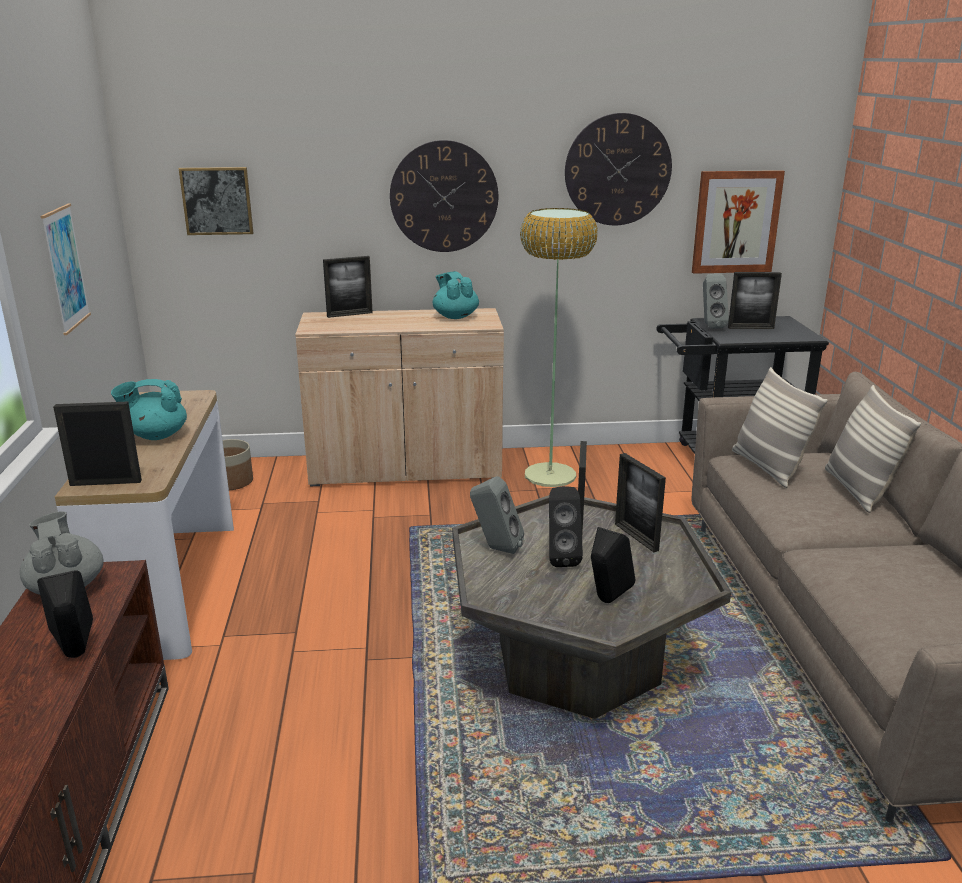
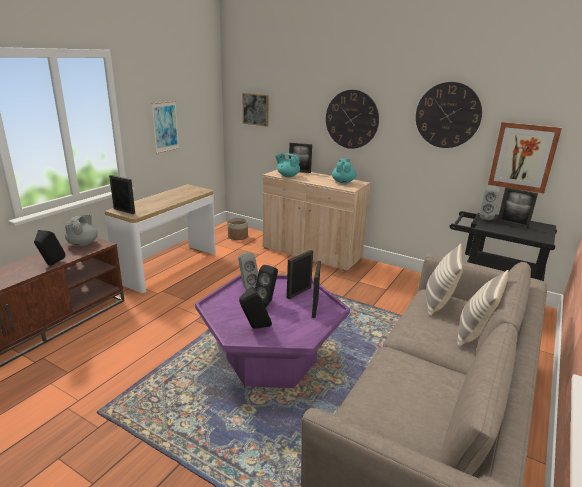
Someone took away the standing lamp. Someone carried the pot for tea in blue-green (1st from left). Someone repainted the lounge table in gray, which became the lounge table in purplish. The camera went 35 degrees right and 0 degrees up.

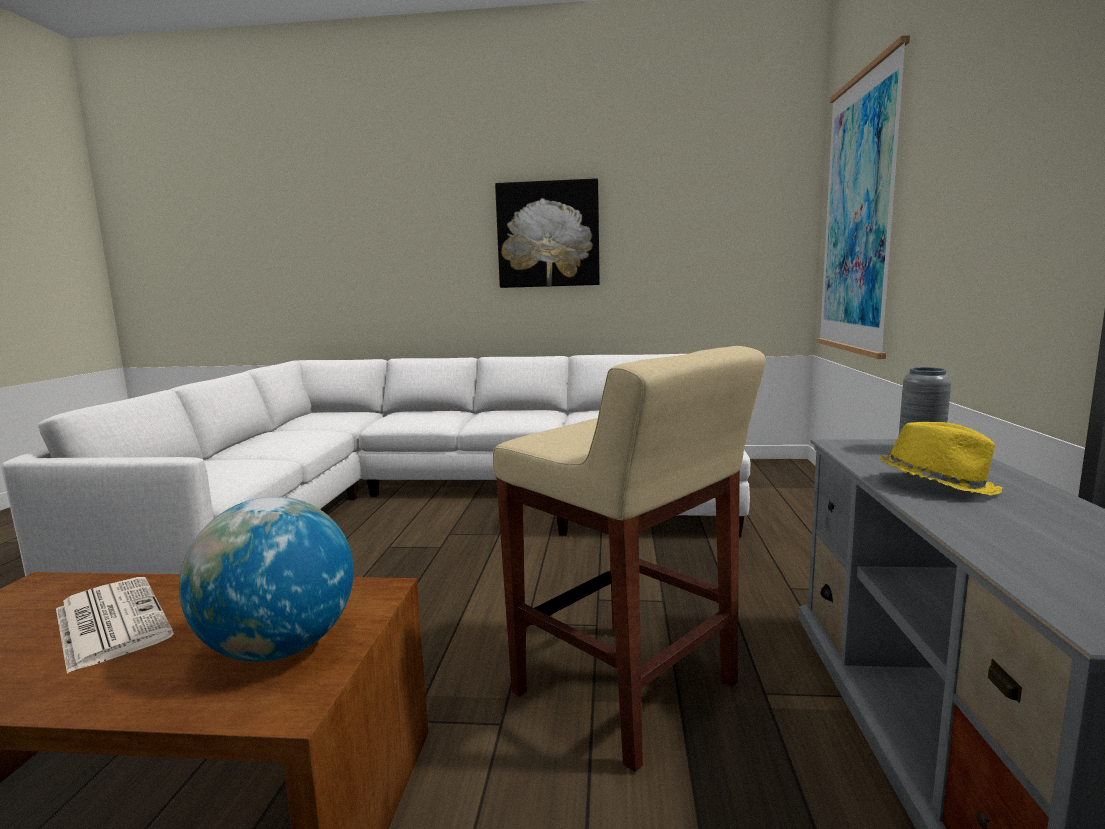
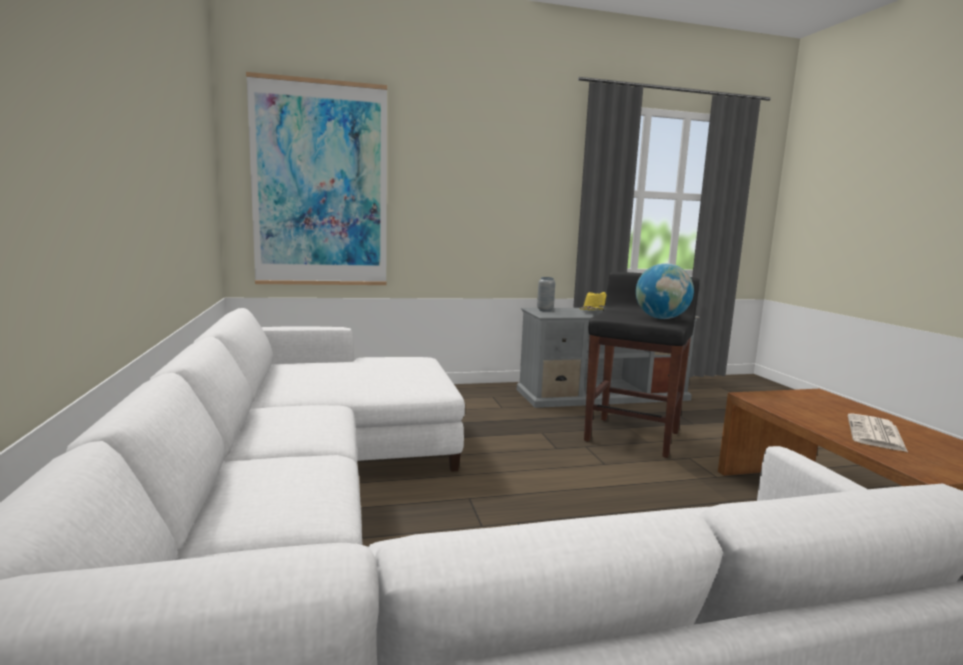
Someone took away the wall art (1st from left). Someone repainted the sitting stool in beige, which became the sitting stool in black-coloured. Someone carried the world globe. The camera went 110 degrees left and 0 degrees up.

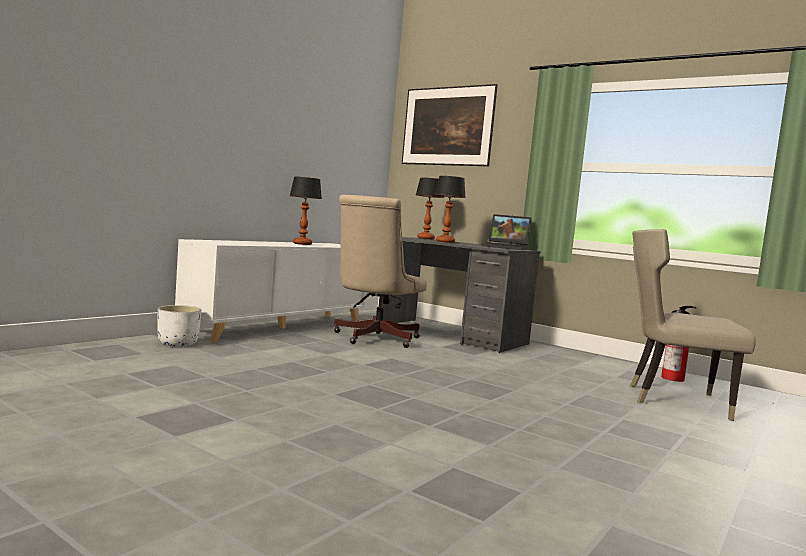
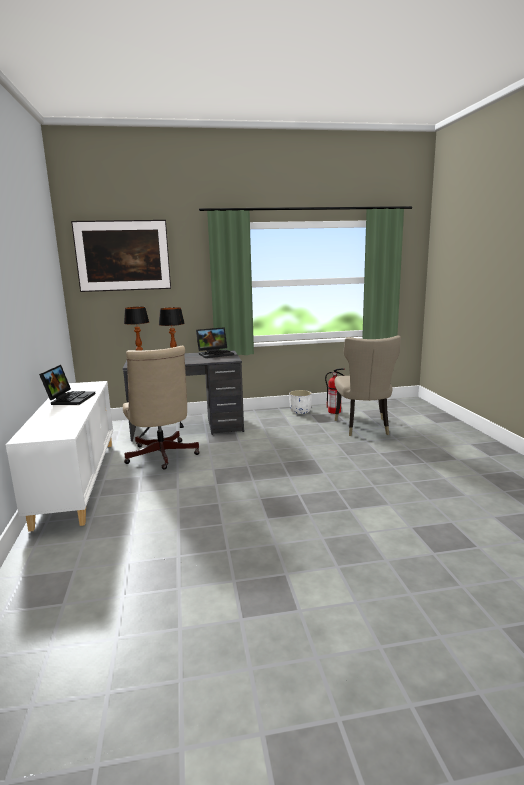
Someone swapped the lamp for a table (1st from left) for the notebook computer (1st from left). Someone rotated the chair in beige by 60 degrees counterclockwise. Someone carried the flower pot in white-coloured. The camera went 45 degrees left and 10 degrees up.

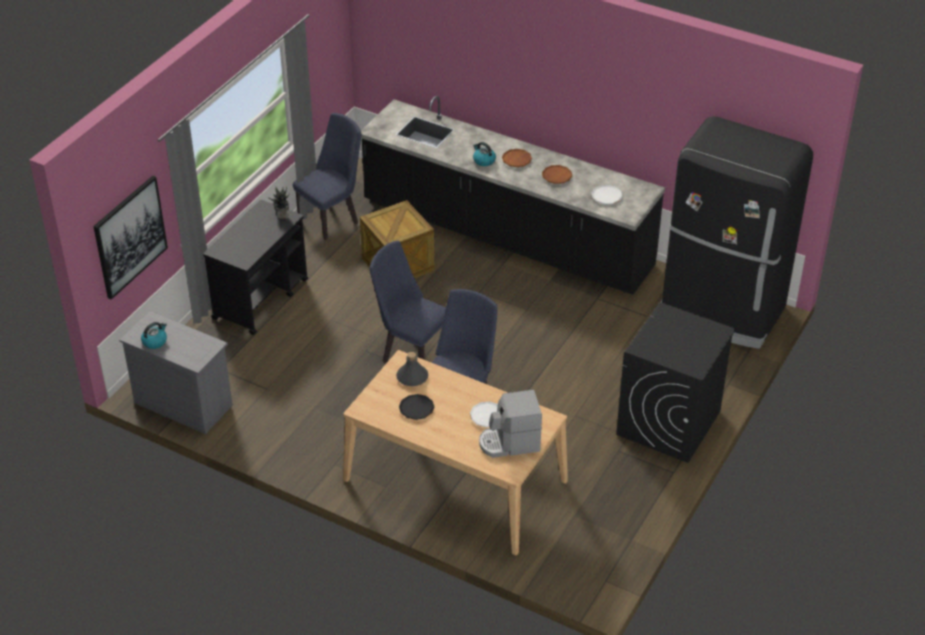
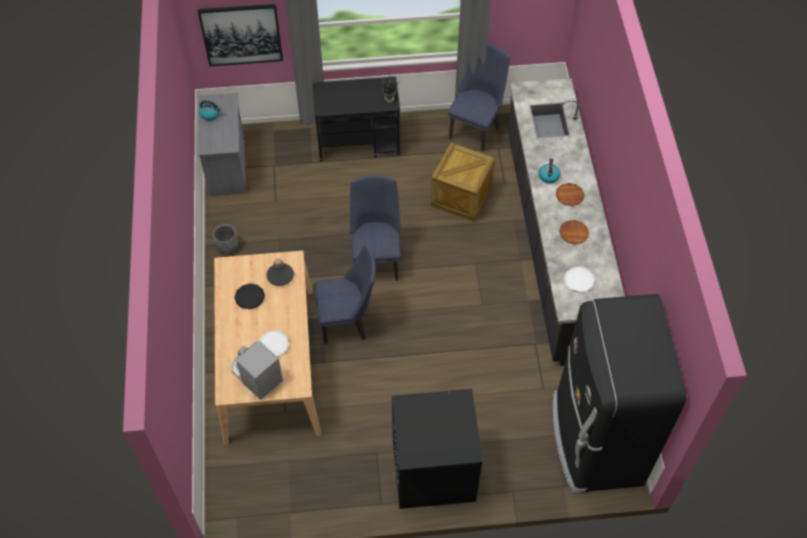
Someone rotated the chair in blue-coloured (1st from left in the first image) by 75 degrees counterclockwise. Someone put down the flower pot in gray. The camera went 55 degrees right and 15 degrees up.

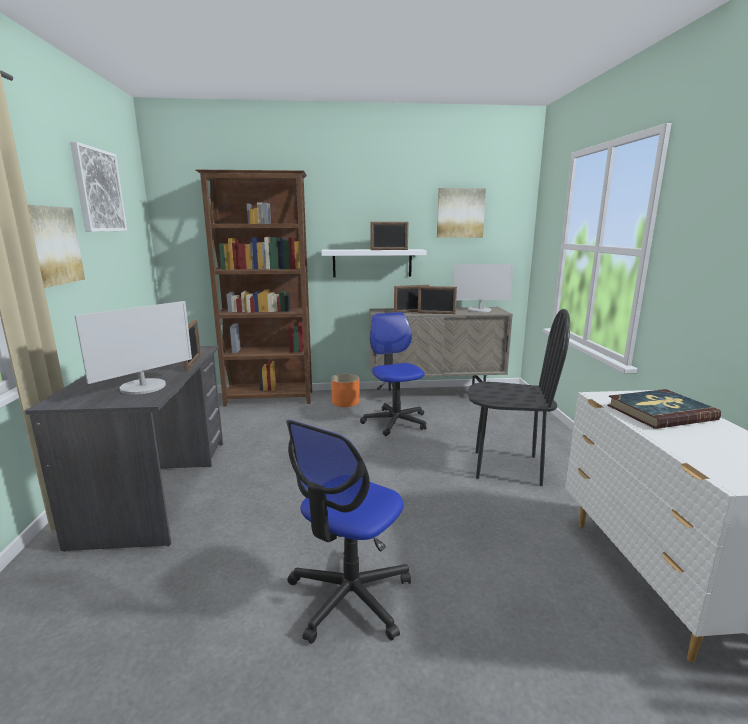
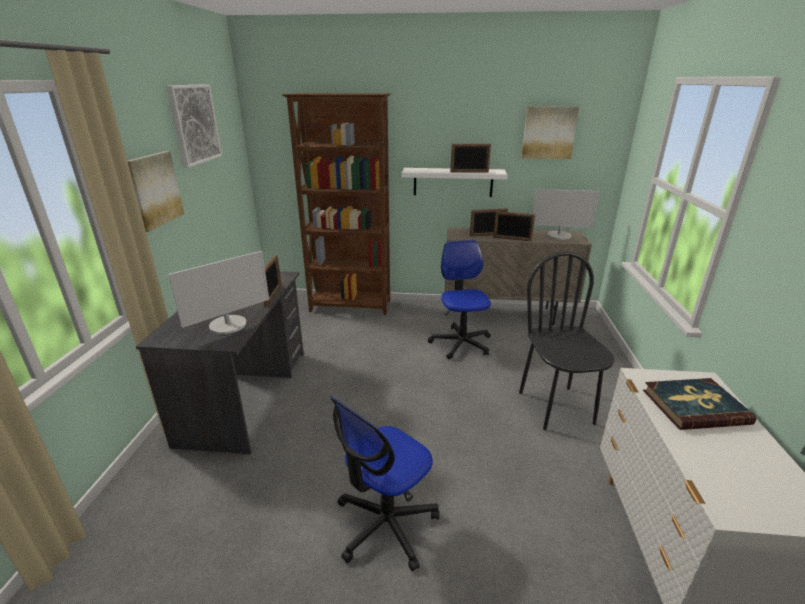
Someone rotated the chair in black-coloured by 120 degrees counterclockwise. Someone took away the flower pot in orange-coloured. The camera went 10 degrees right and 10 degrees up.

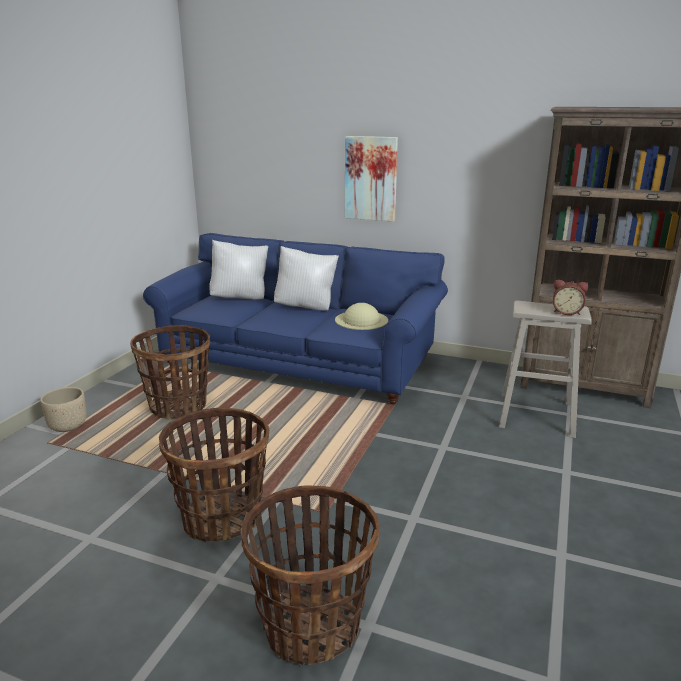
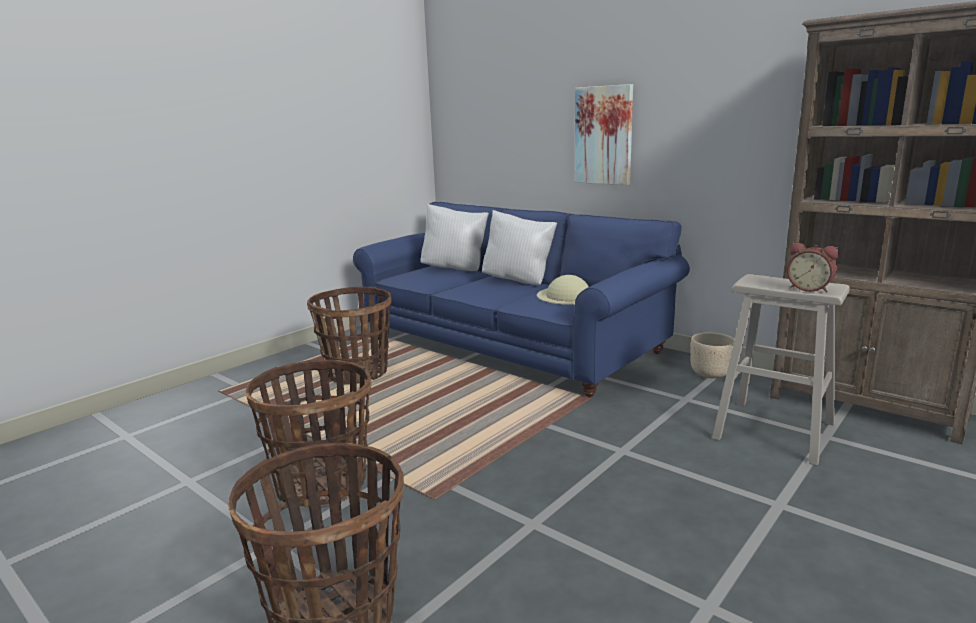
Someone carried the flower pot in beige. The camera went 20 degrees right and 5 degrees down.

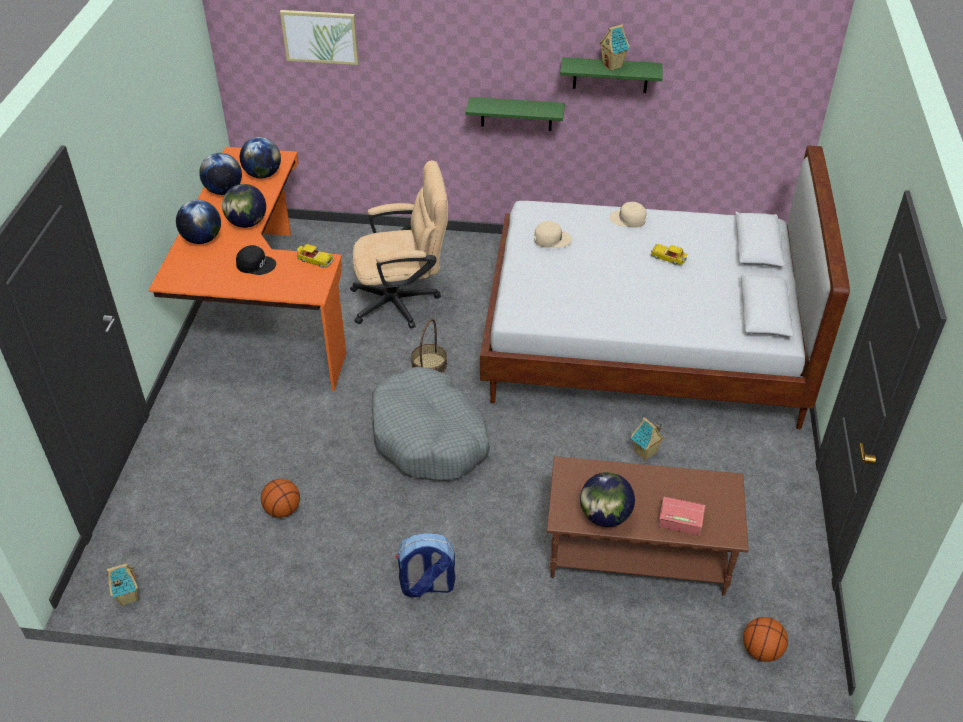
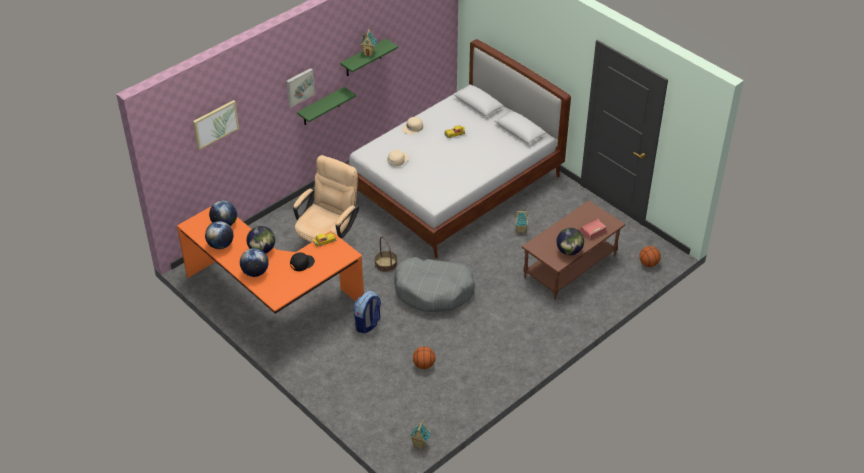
Someone carried the knapsack. Someone put up the wall art (2nd from left). The camera went 50 degrees left and 0 degrees up.

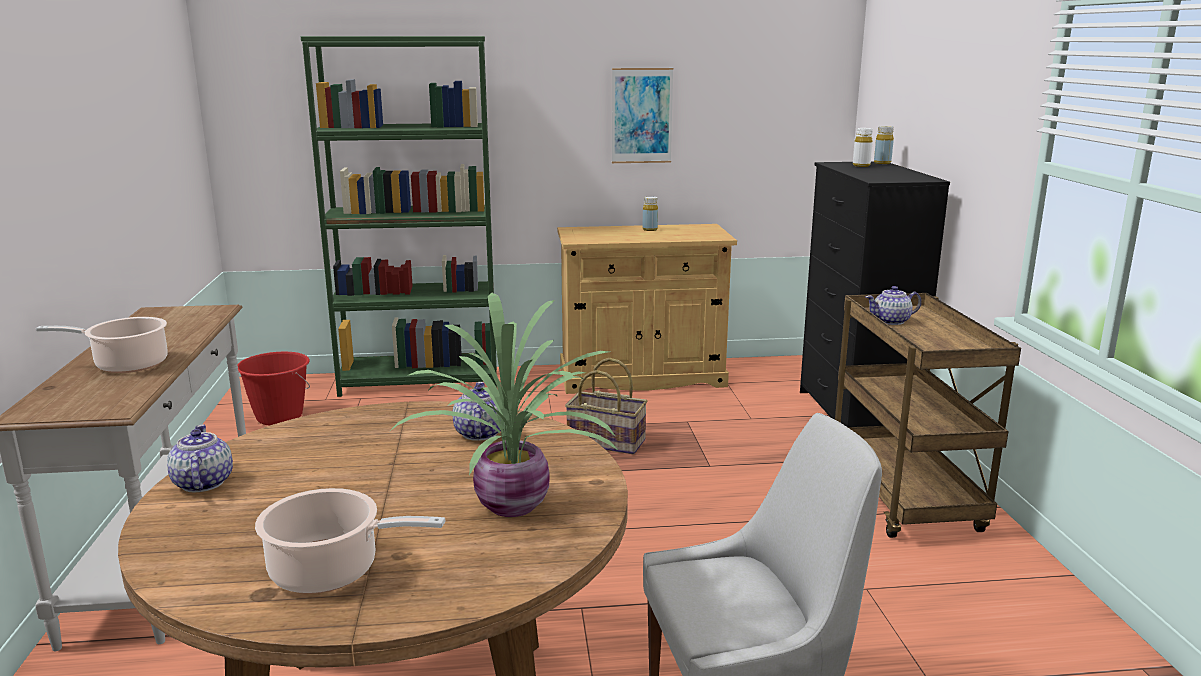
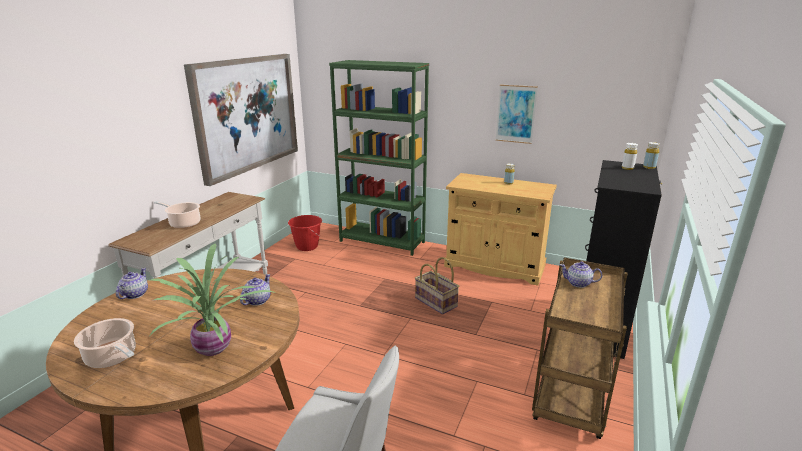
Someone put up the wall art (1st from left). The camera went 30 degrees right and 5 degrees up.

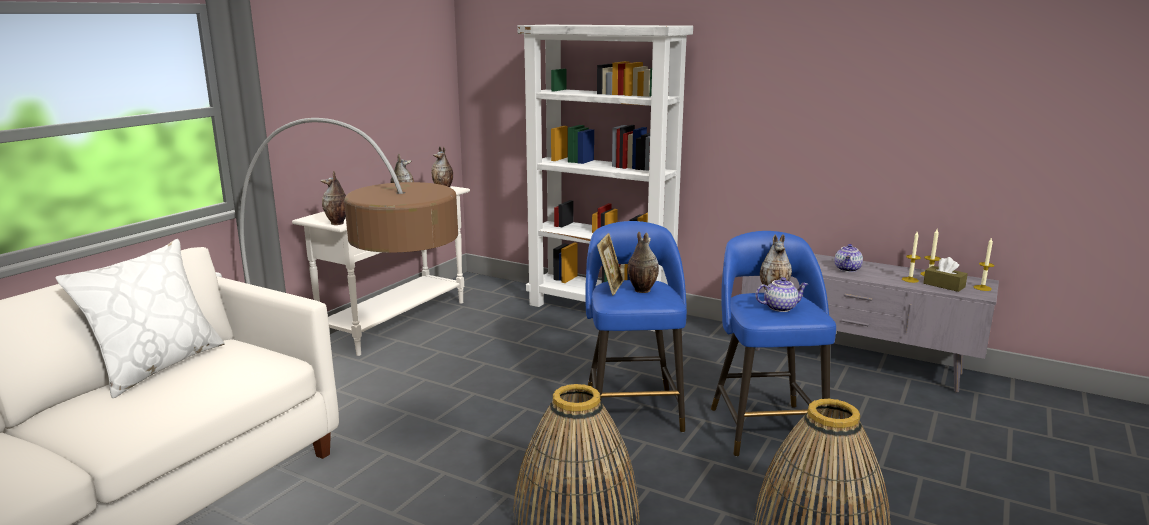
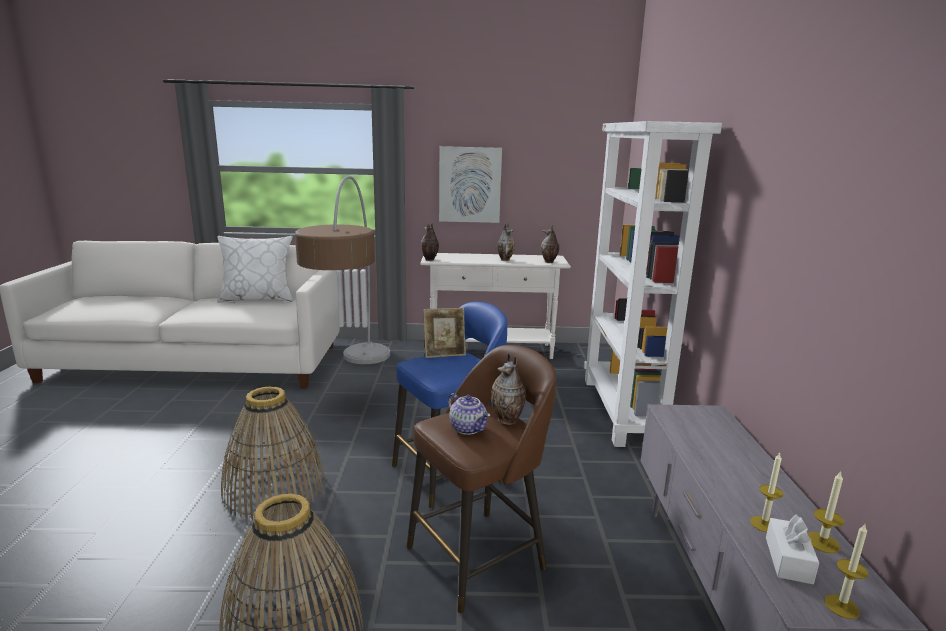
Someone repainted the sitting stool in blue-coloured (2nd from left), which became the sitting stool in brownish. Someone took away the vase (4th from left). Someone took away the pot for tea (2nd from left). Someone repainted the tissue holder in brownish, which became the tissue holder in white-coloured. Someone put up the wall art. The camera went 60 degrees right and 0 degrees up.

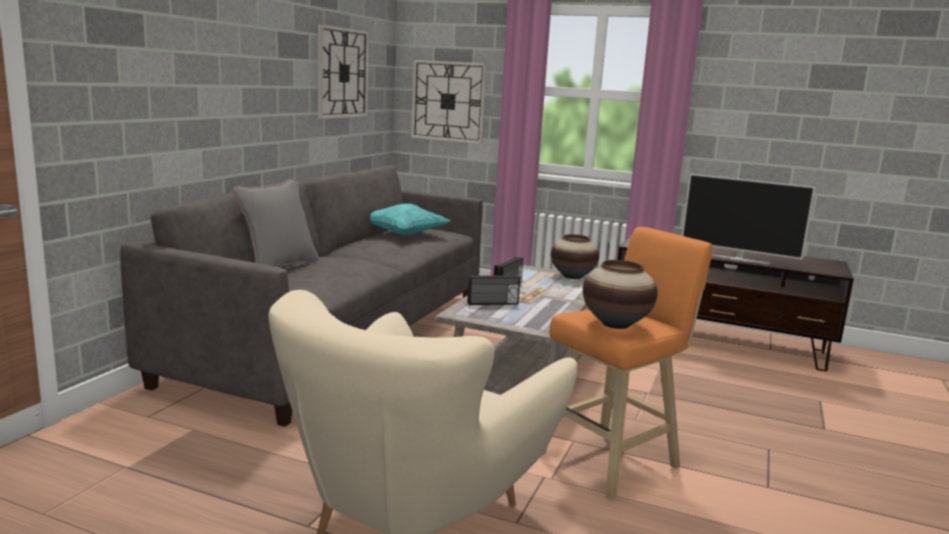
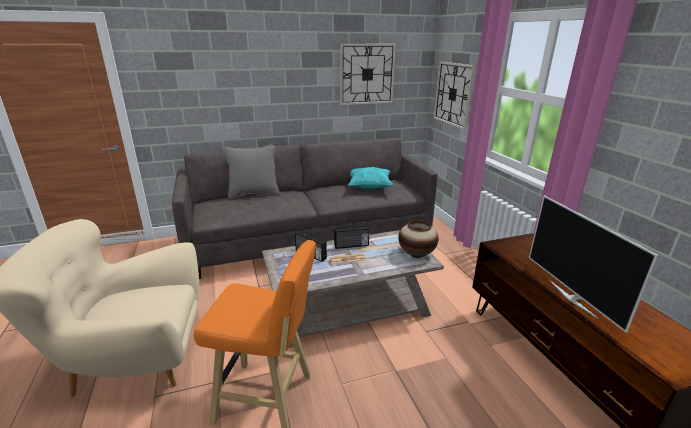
Someone took away the vase (2nd from left). The camera went 50 degrees right and 10 degrees up.

